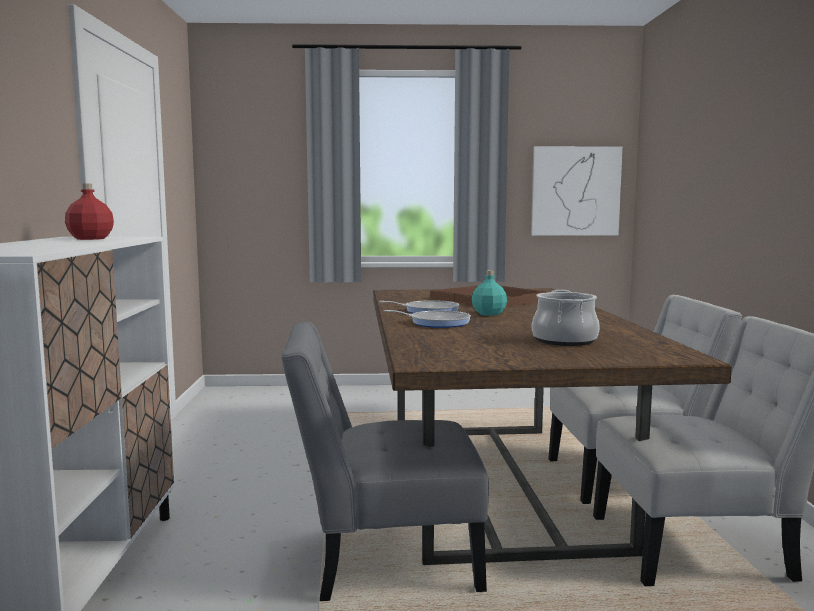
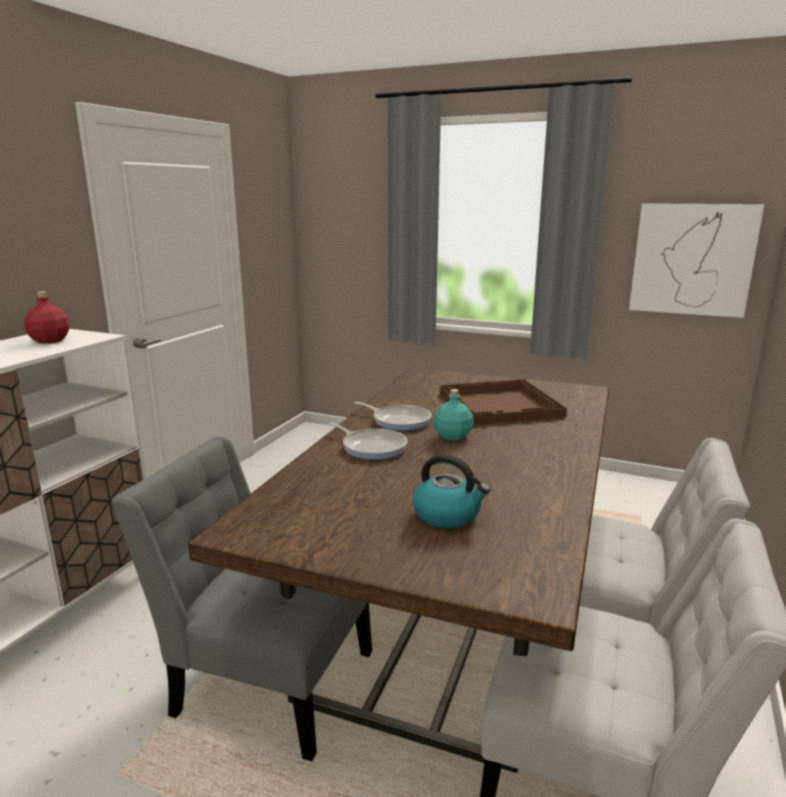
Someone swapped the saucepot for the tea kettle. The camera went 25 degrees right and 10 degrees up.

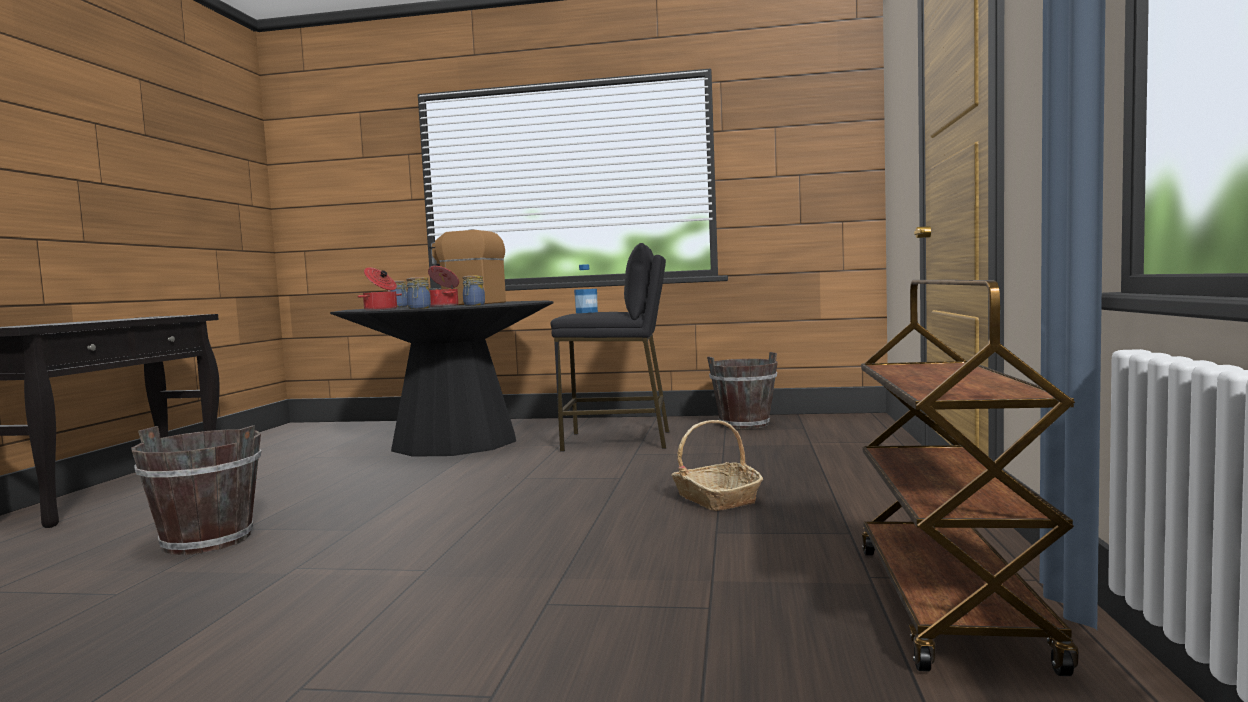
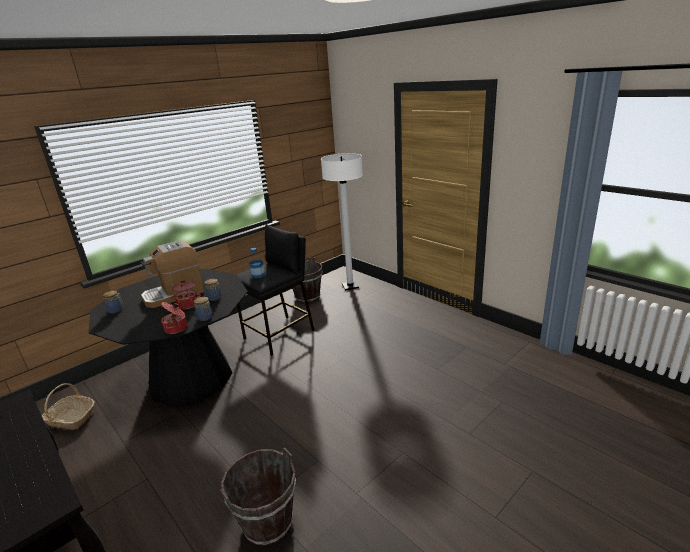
Someone took away the cart in brownish. Someone carried the basket. Someone put down the standing lamp in white-coloured. The camera went 50 degrees left and 20 degrees up.

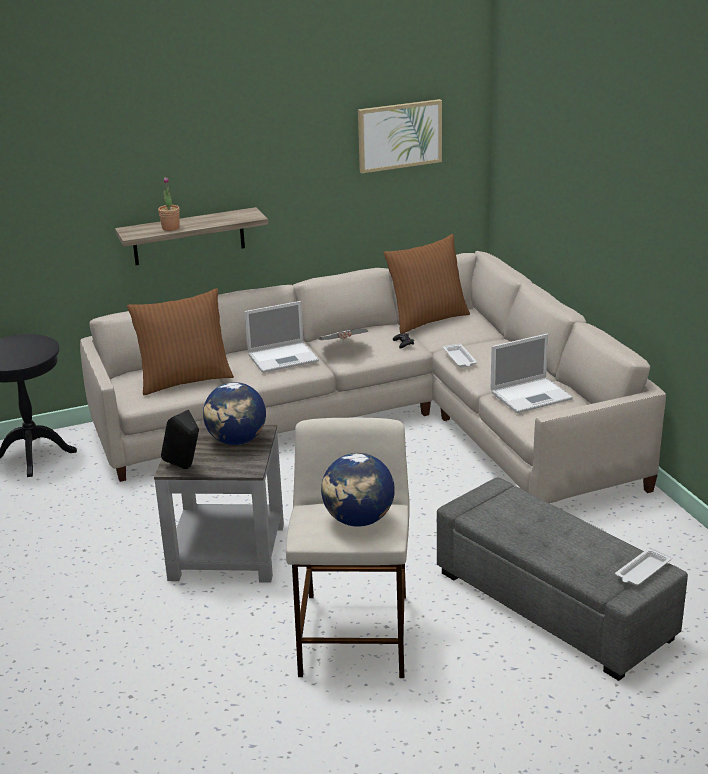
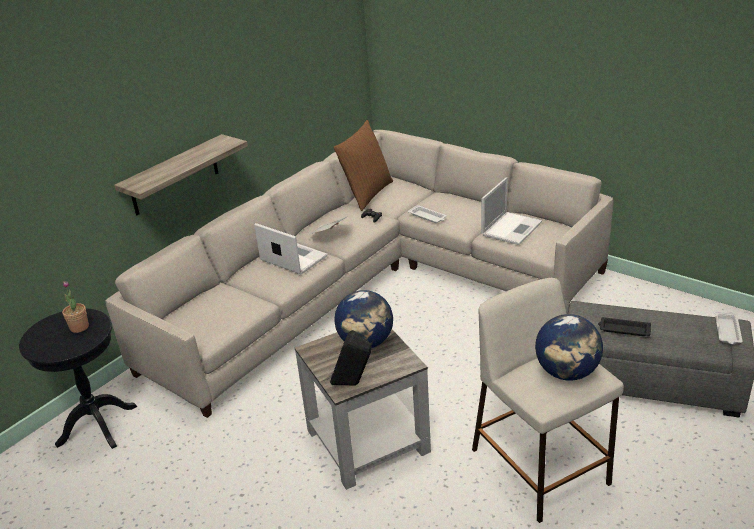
Someone took away the wall art. Someone carried the houseplant. Someone took away the pillow in brownish (1st from left). Someone rotated the notebook computer (1st from left) by 90 degrees counterclockwise. Someone put down the tray in black-coloured. The camera went 30 degrees left and 5 degrees up.

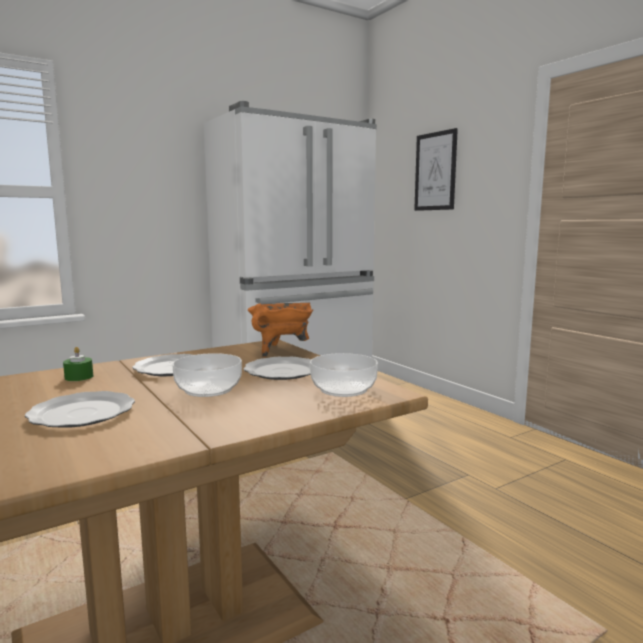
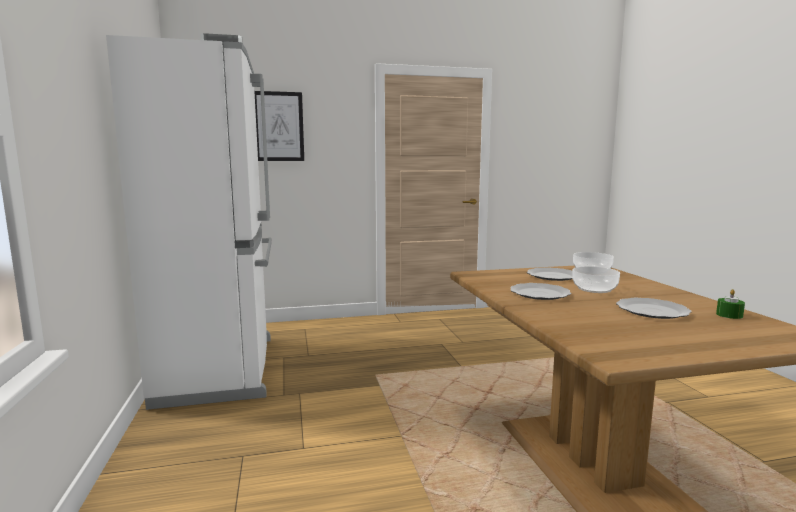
Someone took away the saucepot in orange-coloured. Someone carried the wax candle in green. The camera went 70 degrees left and 0 degrees up.

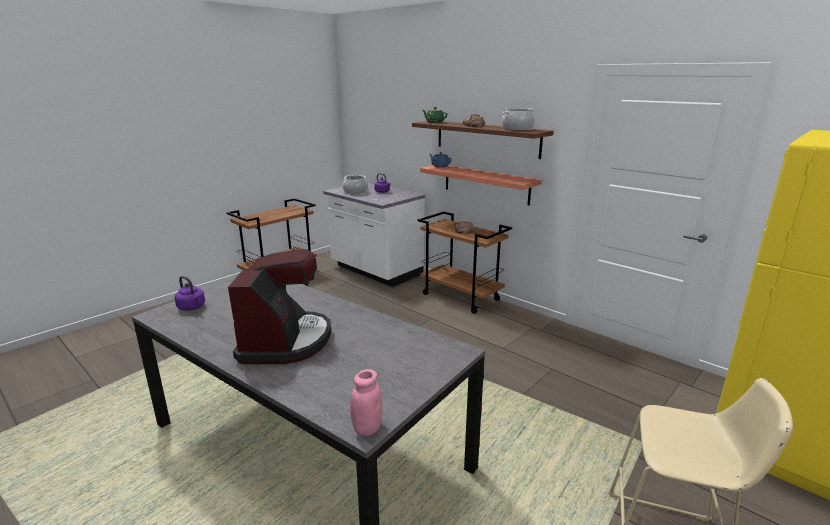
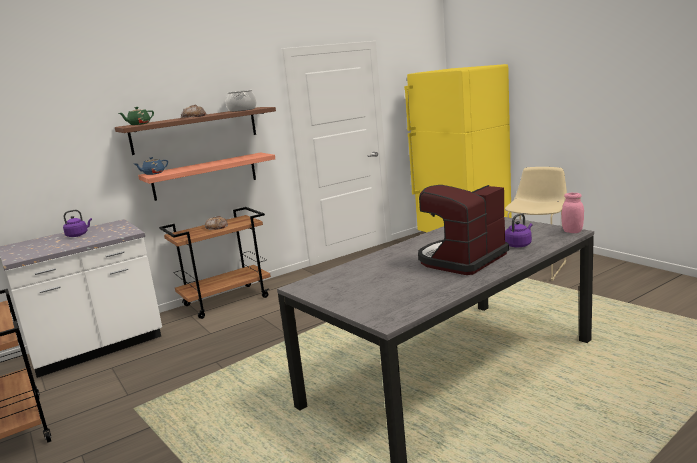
Someone took away the saucepot (1st from left). Someone rotated the coffee machine by 60 degrees counterclockwise. Someone carried the tea kettle in purplish (1st from left in the first image). The camera went 75 degrees left and 5 degrees down.

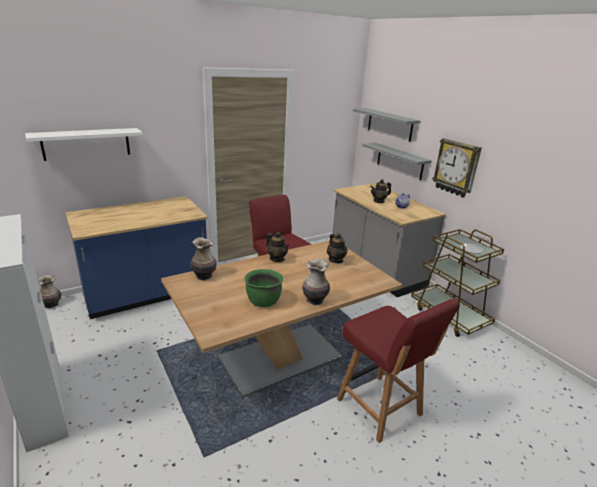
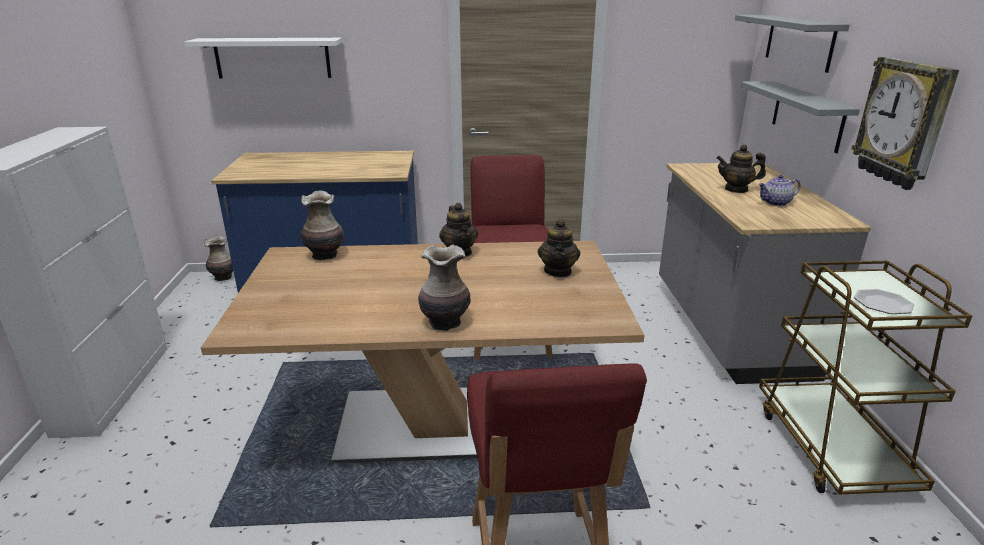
Someone took away the saucepot in green. The camera went 30 degrees right and 0 degrees up.

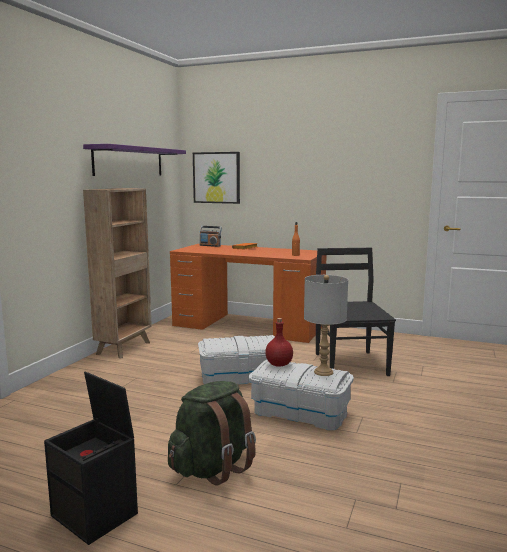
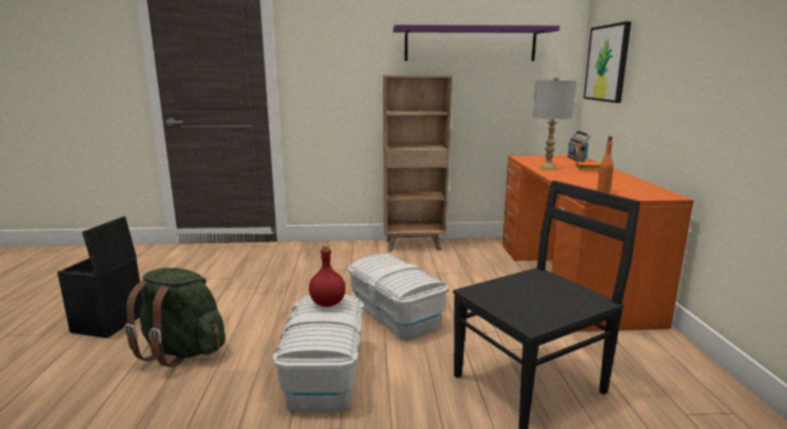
Someone carried the lamp for a table in gray. The camera went 65 degrees right and 5 degrees up.

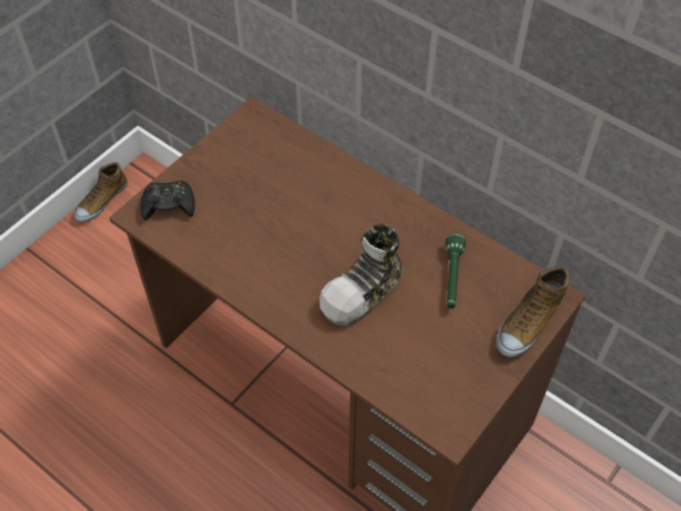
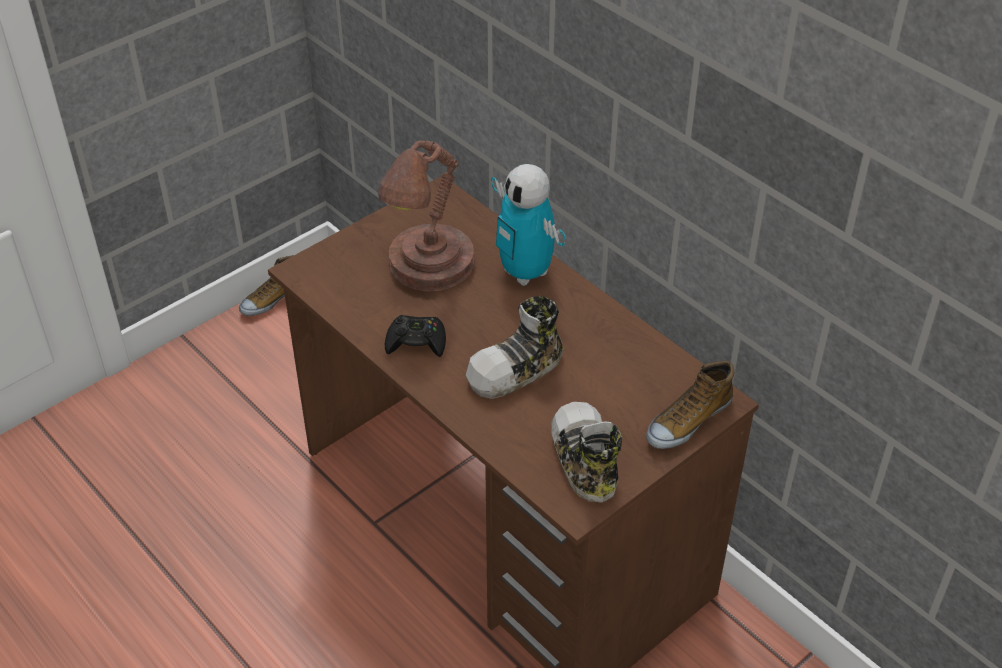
Someone carried the joypad in black-coloured. Someone took away the flashlight in green. Someone put down the lamp for a table in brownish. Someone put down the model robot. Someone put down the shoe (3rd from left). The camera went 10 degrees right and 10 degrees down.

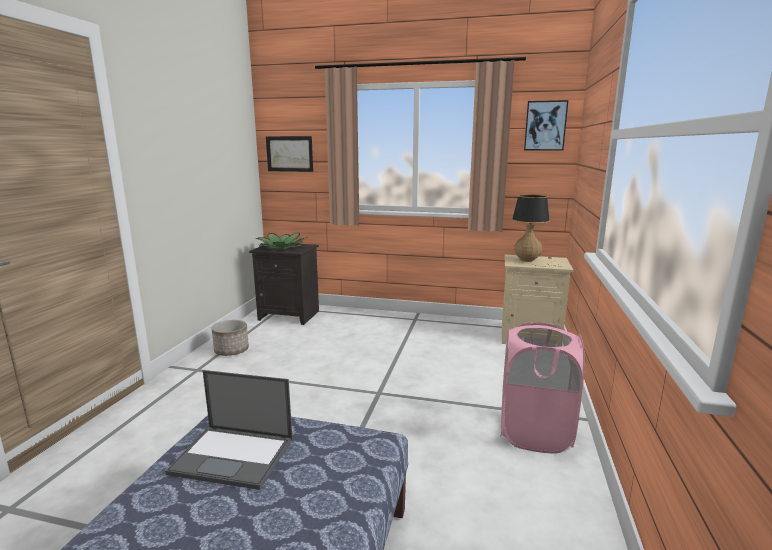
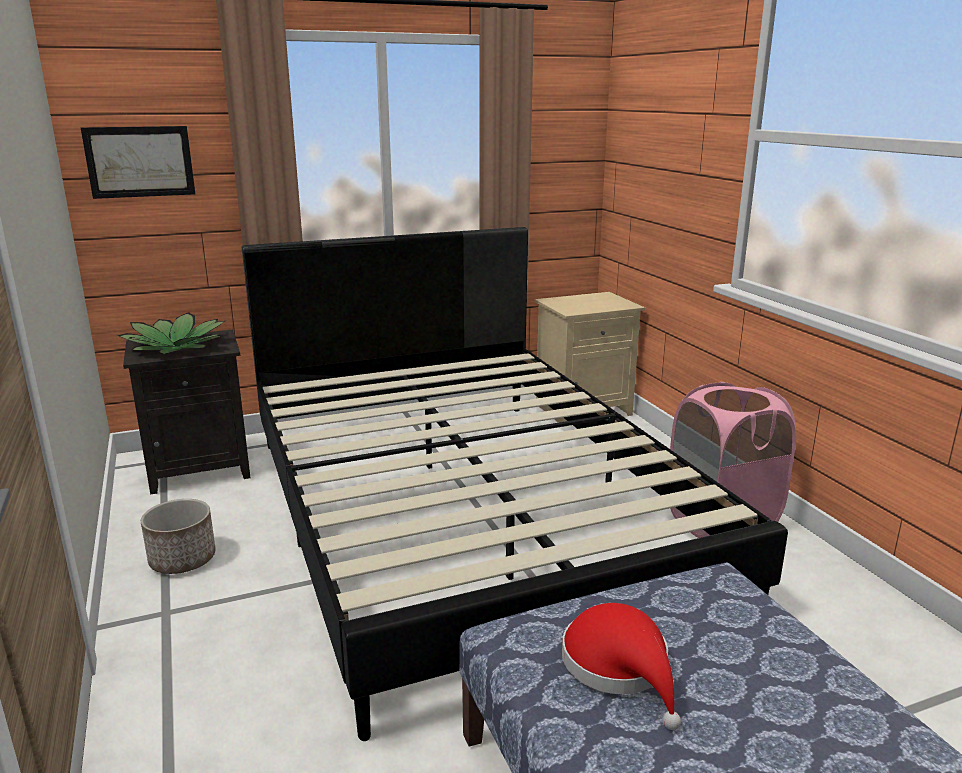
Someone took away the wall art (2nd from left). Someone took away the lamp for a table. Someone swapped the notebook computer for the hat in red. Someone put down the sleeping bed in black-coloured. The camera went 35 degrees left and 5 degrees up.

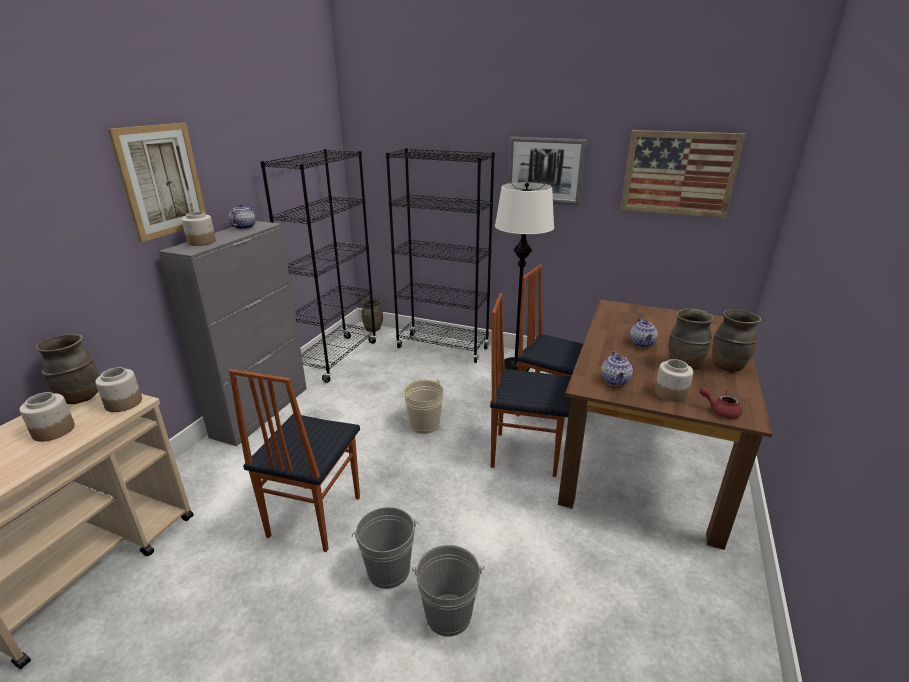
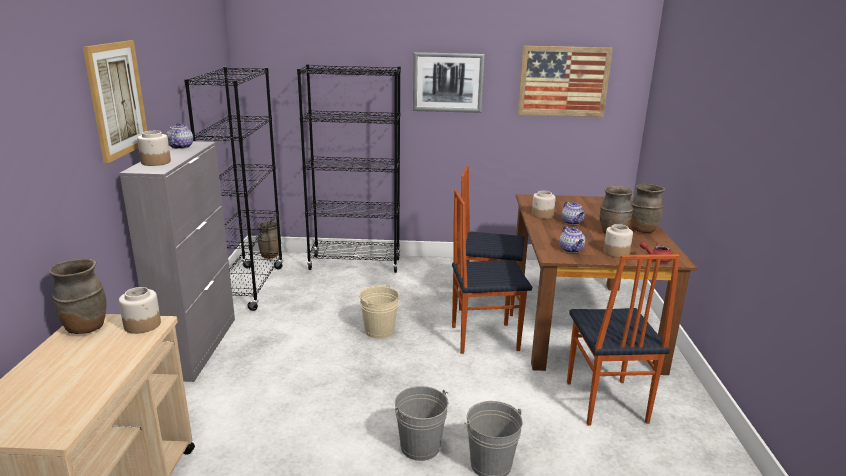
Someone took away the standing lamp in white-coloured. Someone carried the chair (1st from left in the first image). Someone carried the preserve jar (1st from left in the first image). The camera went 20 degrees left and 5 degrees down.

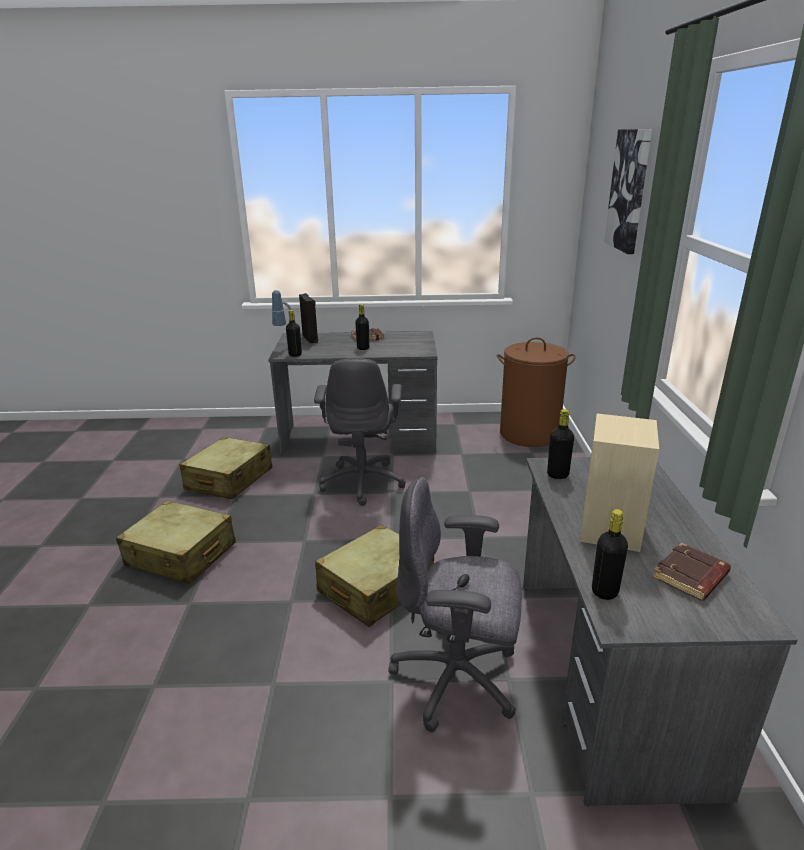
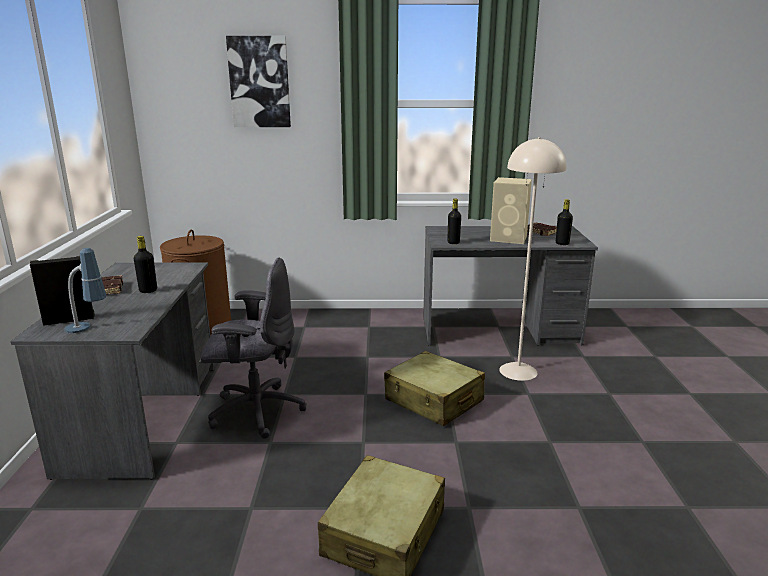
Someone took away the bottle in black-coloured (1st from left). Someone took away the suitcase in beige (2nd from left). Someone swapped the computer chair in gray (2nd from left) for the standing lamp in beige. The camera went 90 degrees left and 5 degrees down.

